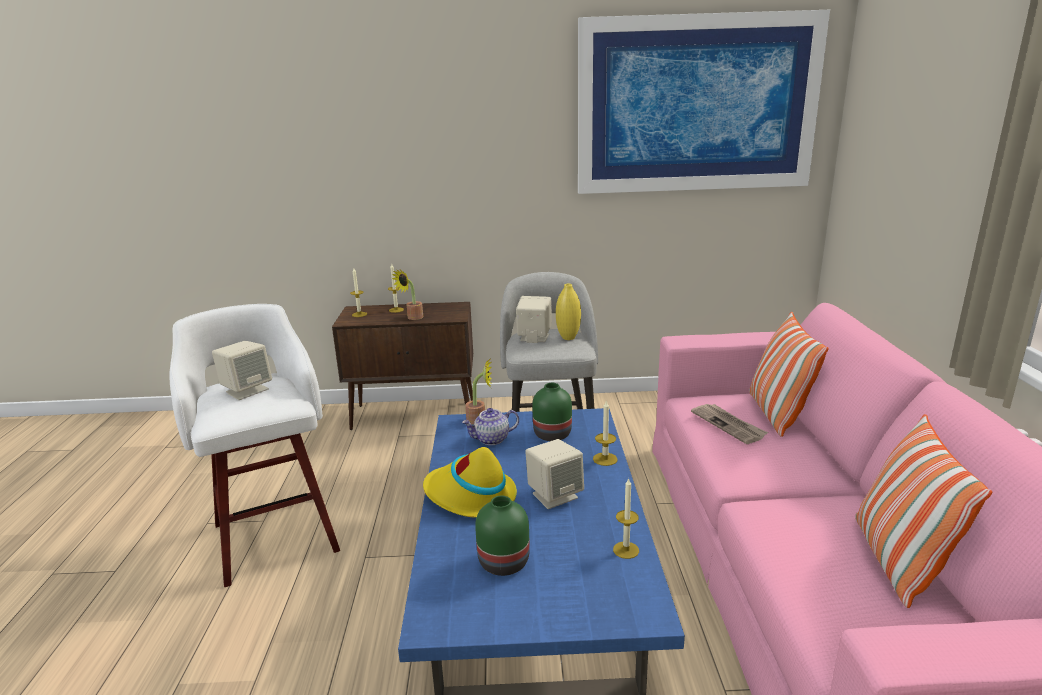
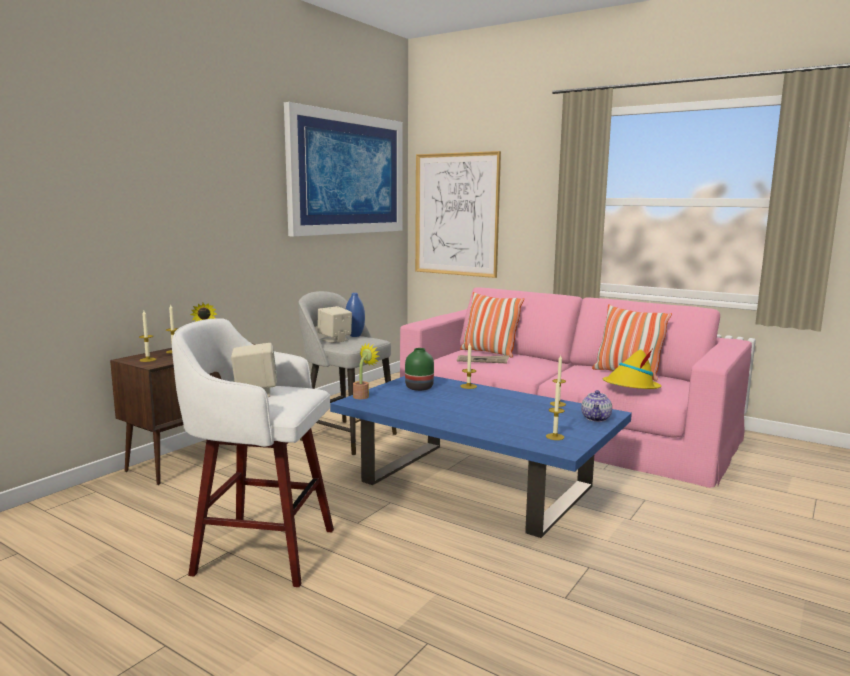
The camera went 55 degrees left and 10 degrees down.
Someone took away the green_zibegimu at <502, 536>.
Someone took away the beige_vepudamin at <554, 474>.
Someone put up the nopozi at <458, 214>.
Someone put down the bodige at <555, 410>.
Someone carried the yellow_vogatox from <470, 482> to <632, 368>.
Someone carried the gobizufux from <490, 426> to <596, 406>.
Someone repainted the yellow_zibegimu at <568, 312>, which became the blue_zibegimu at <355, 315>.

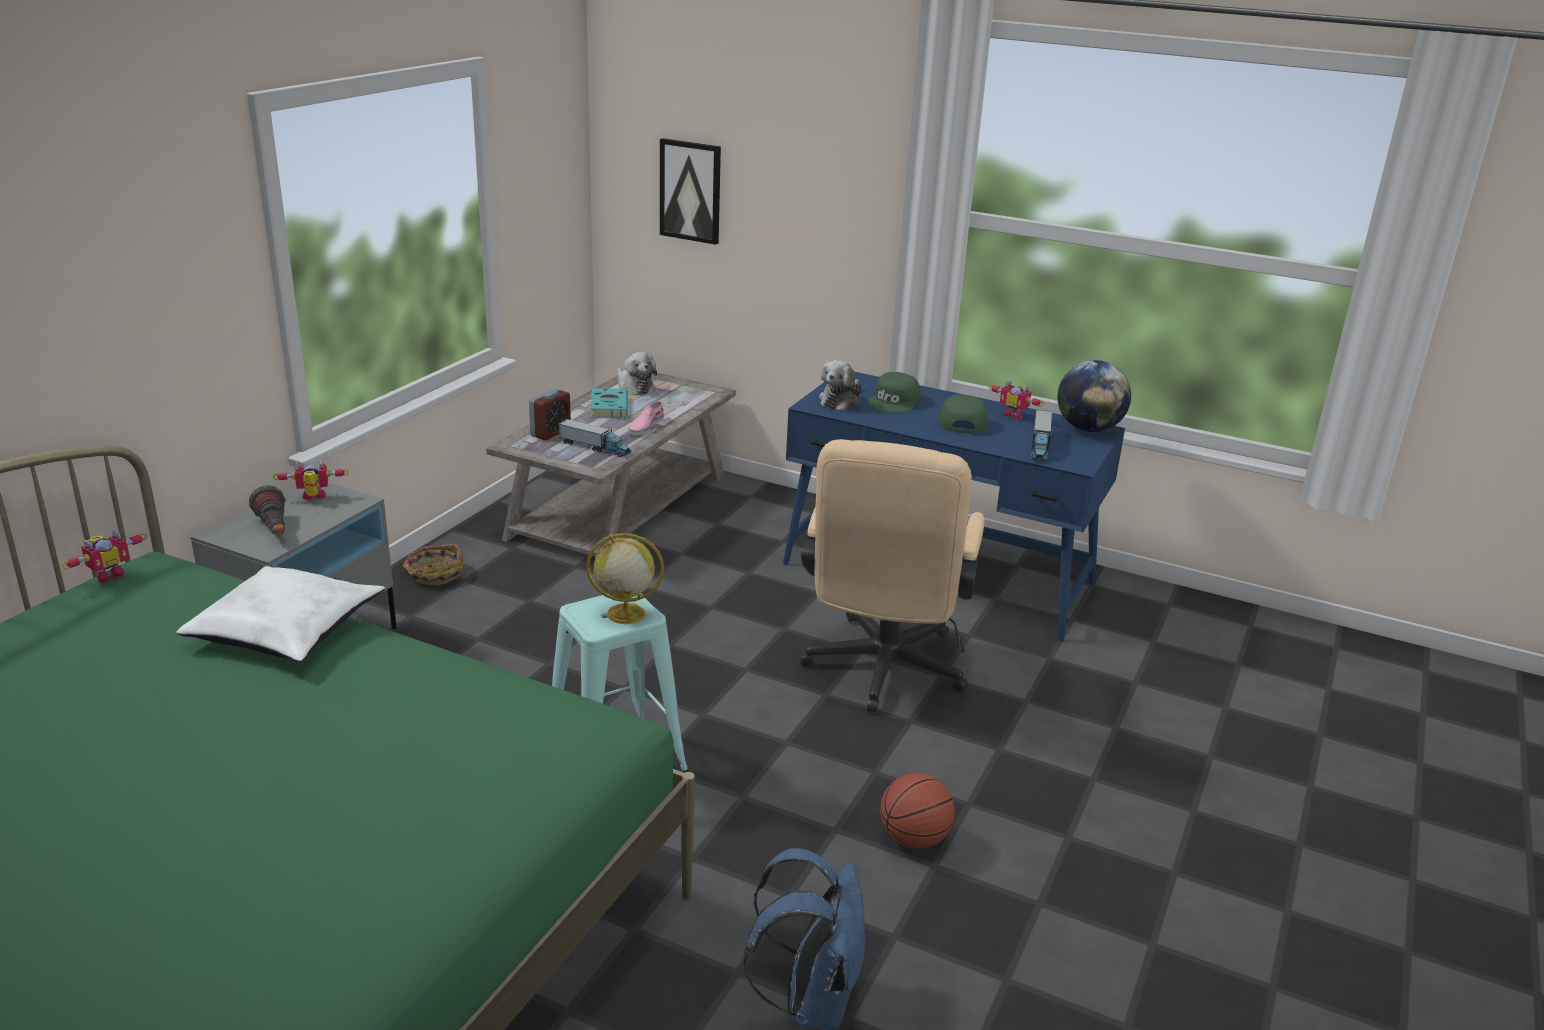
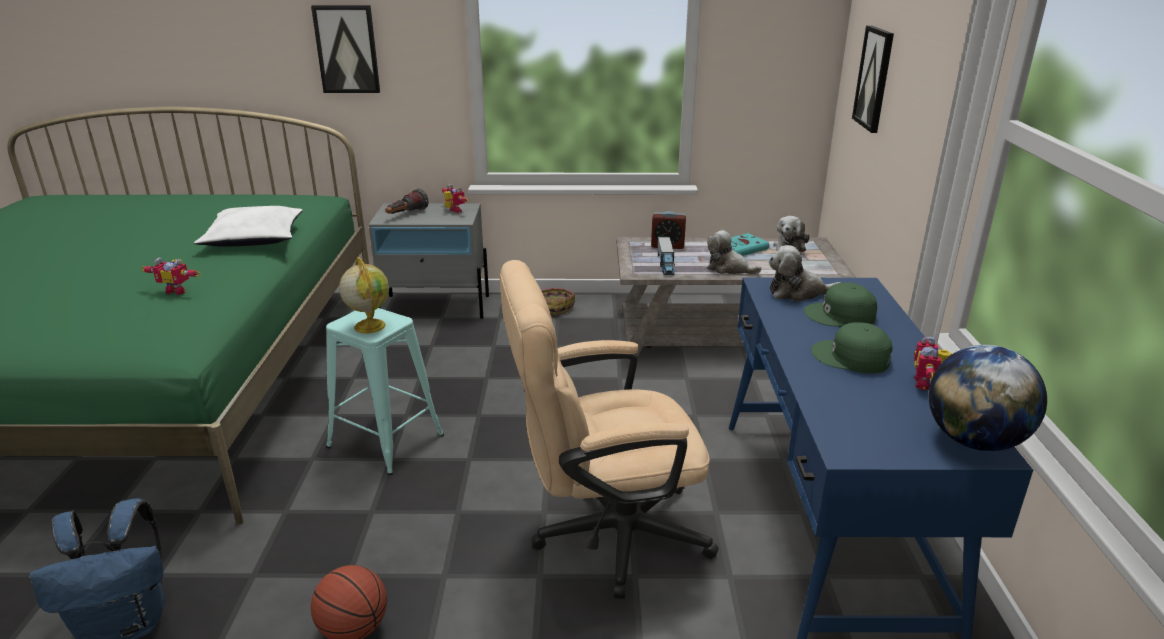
The camera went 65 degrees right and 0 degrees up.
Someone took away the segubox at <1041, 435>.
Someone put up the nopozi at <345, 49>.
Someone carried the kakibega from <104, 556> to <171, 276>.
Someone swapped the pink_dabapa at <646, 418> for the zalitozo at <734, 252>.
Someone rotated the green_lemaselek at <963, 414> by 135 degrees counterclockwise.

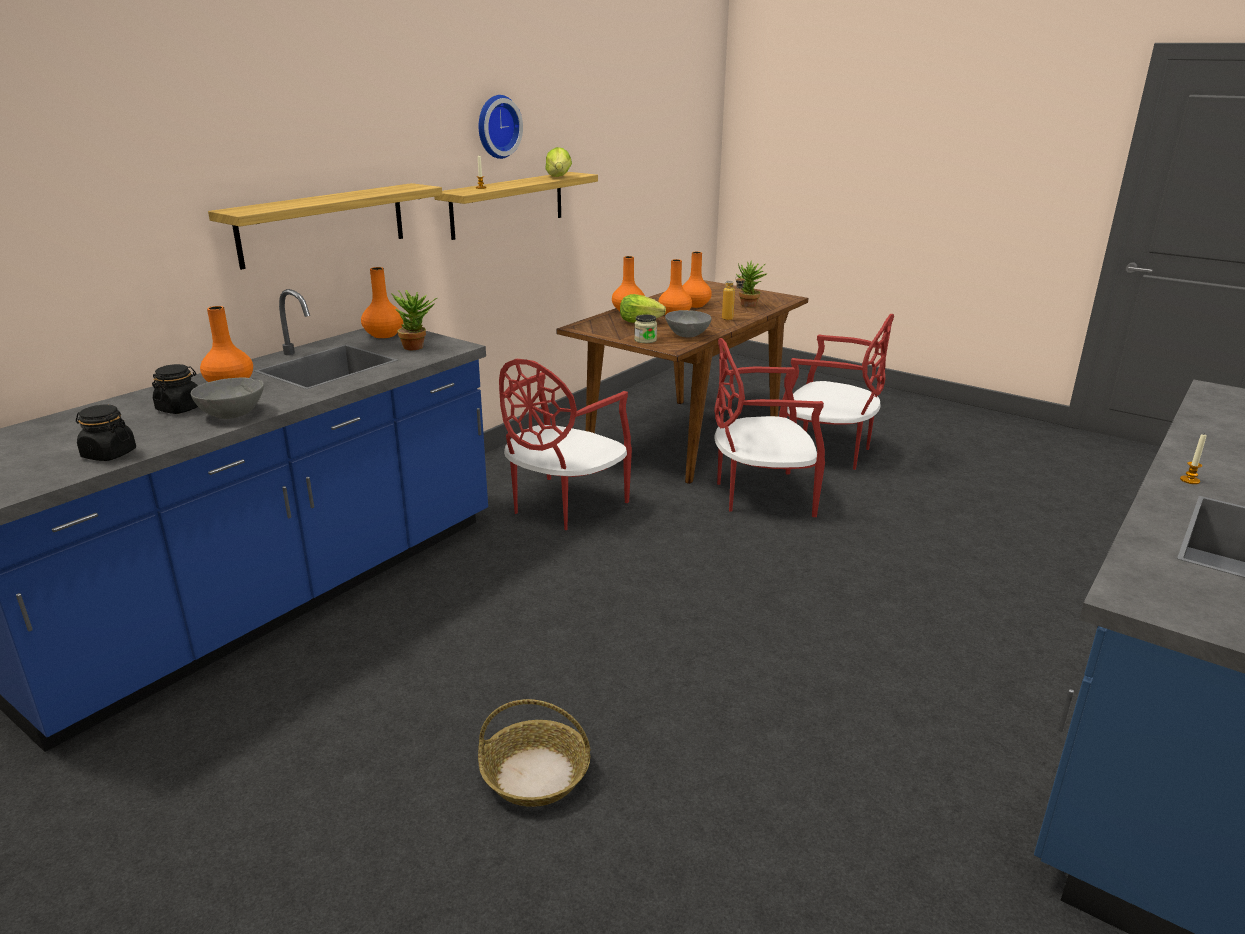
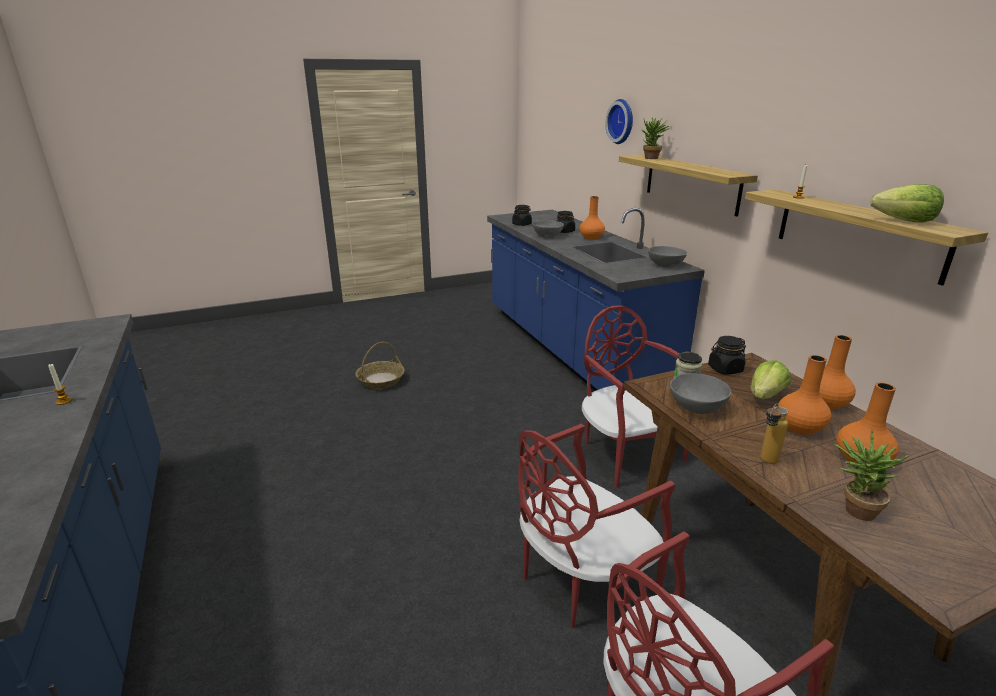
The camera went 120 degrees right and 0 degrees up.
Someone put down the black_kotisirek at <727, 355>.
Someone carried the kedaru from <414, 320> to <655, 138>.
Someone carried the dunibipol from <501, 127> to <619, 121>.
Someone swapped the orange_zibegimu at <382, 302> for the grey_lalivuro at <667, 257>.
Someone rotated the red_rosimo at <769, 427> by 150 degrees counterclockwise.

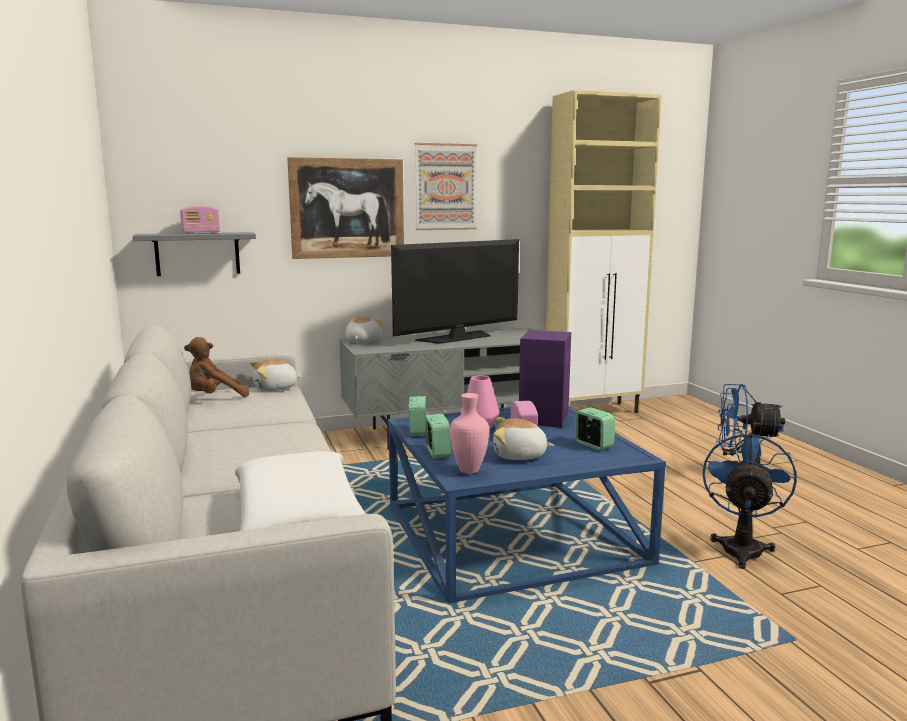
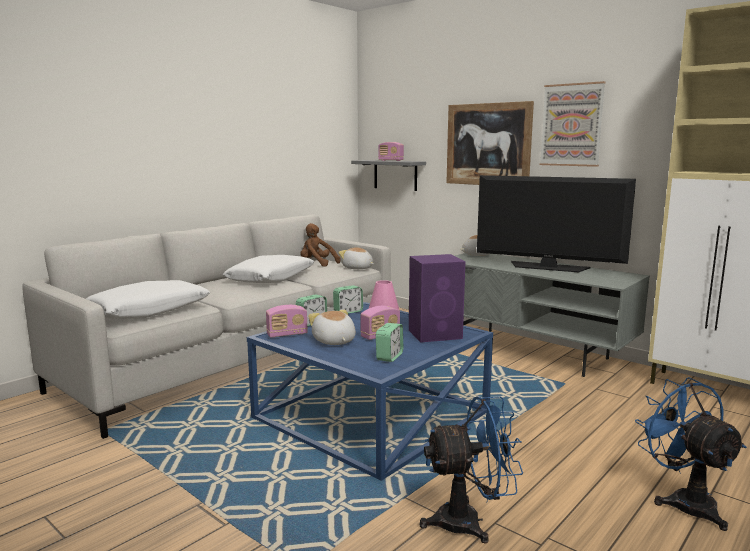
The camera went 60 degrees right and 0 degrees up.
Someone put down the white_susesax at <268, 269>.
Someone swapped the pink_zibegimu at <469, 433> for the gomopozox at <287, 321>.

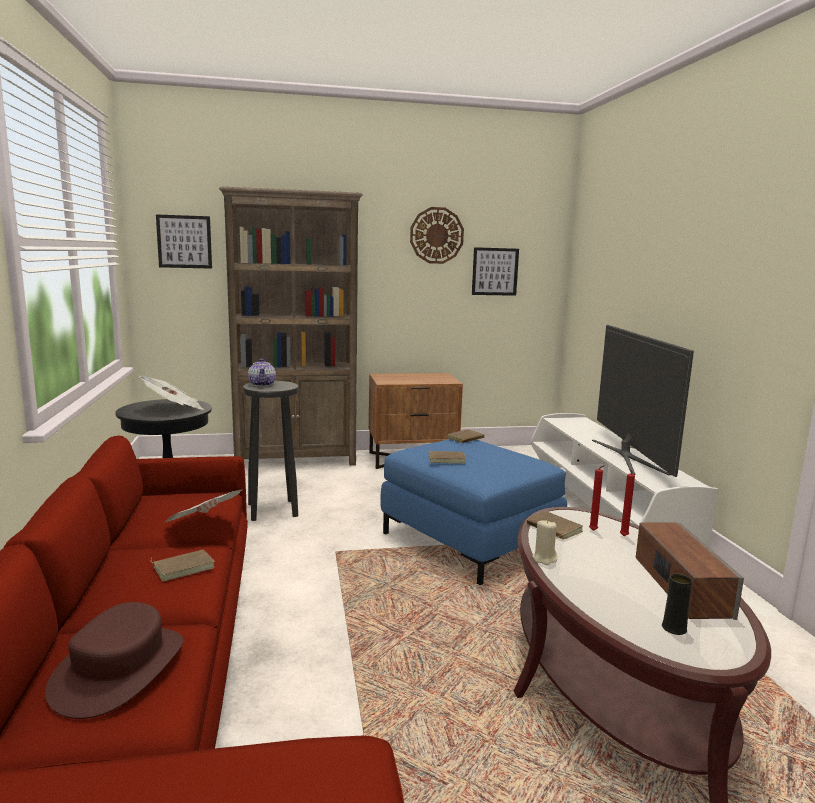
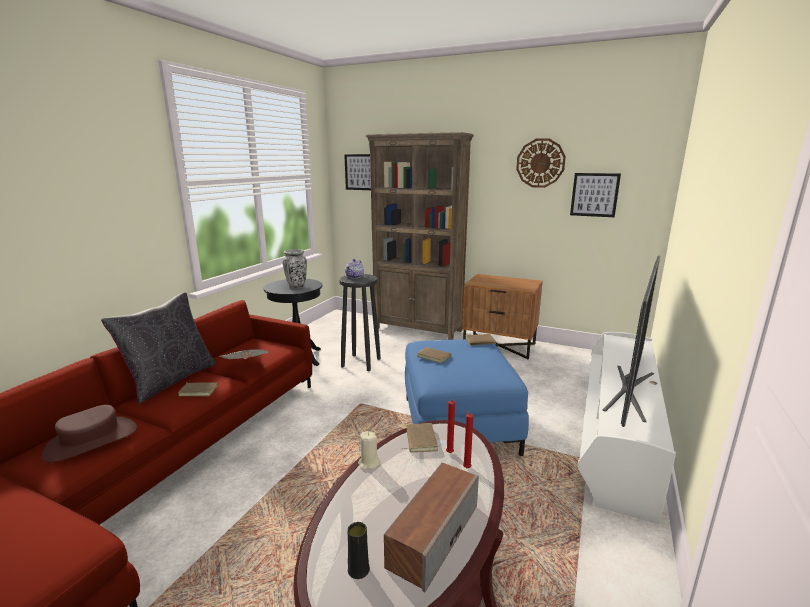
The camera went 35 degrees right and 5 degrees up.
Someone put down the black_susesax at <158, 348>.
Someone swapped the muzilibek at <171, 393> for the zibegimu at <295, 268>.

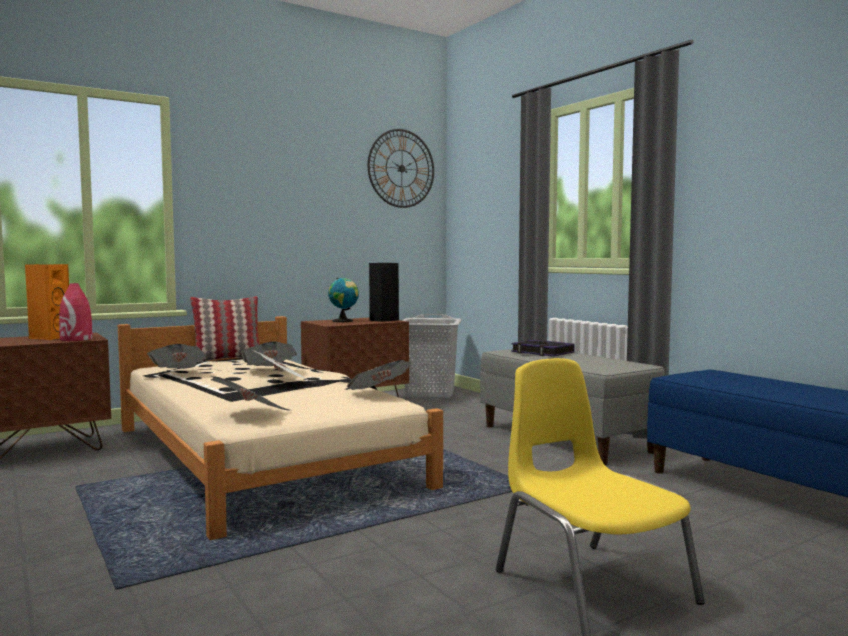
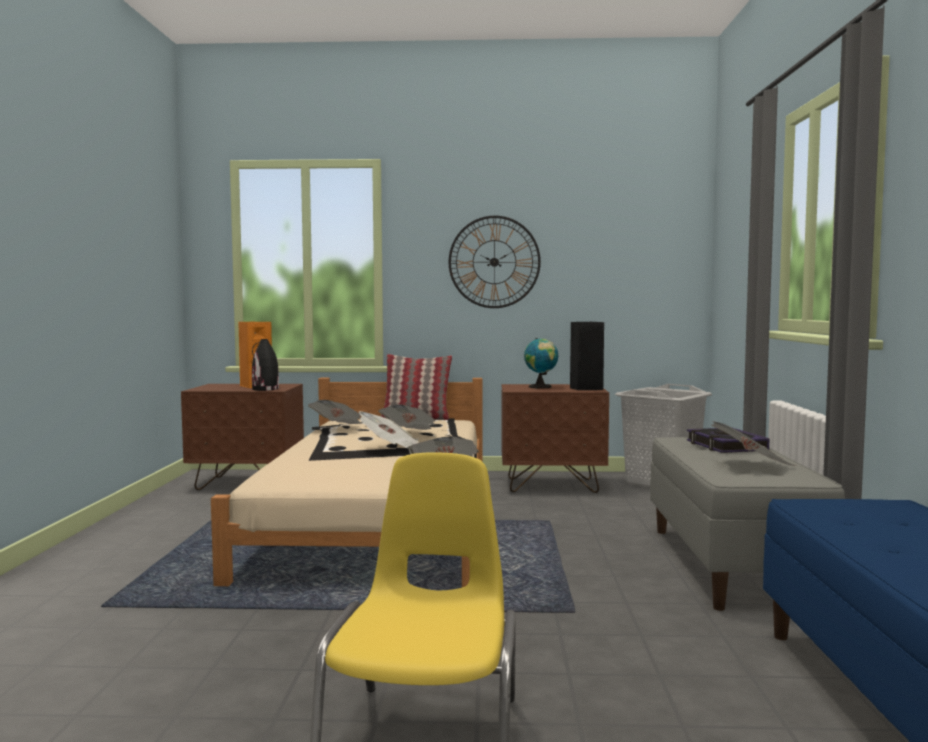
The camera went 35 degrees right and 0 degrees up.
Someone carried the muzilibek from <250, 393> to <753, 444>.
Someone carried the dunibipol from <401, 168> to <495, 262>.
Someone repainted the red_zibegimu at <76, 312>, which became the black_zibegimu at <265, 365>.

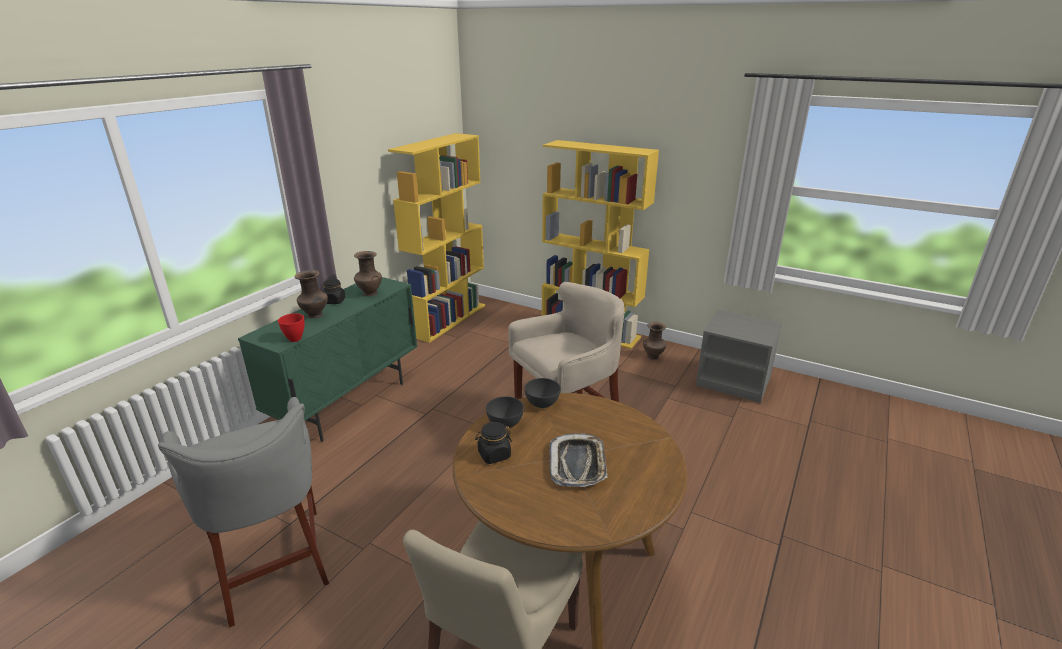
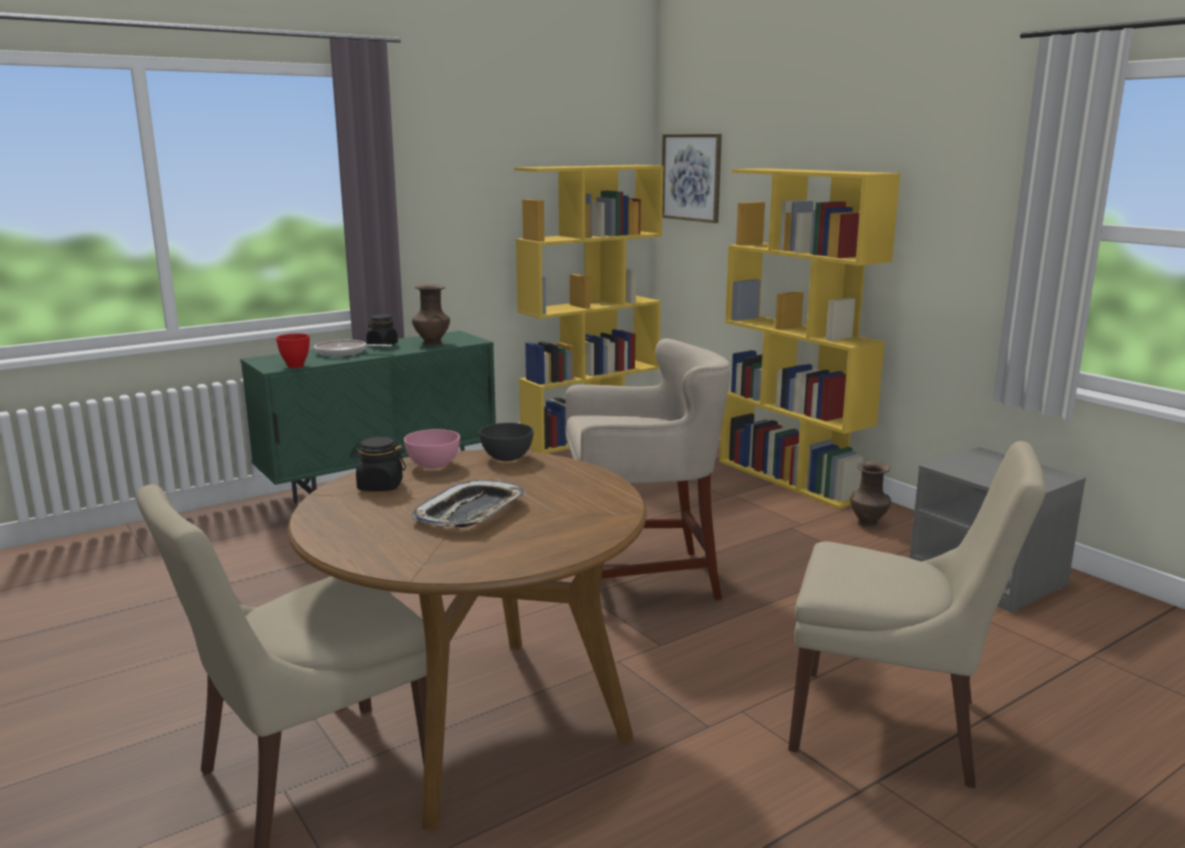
The camera went 25 degrees right and 10 degrees down.
Someone took away the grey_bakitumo at <243, 512>.
Someone put up the nopozi at <692, 178>.
Someone put down the beige_rosimo at <917, 614>.
Someone swapped the brown_zibegimu at <311, 294> for the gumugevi at <353, 348>.
Someone repainted the grey_lalivuro at <505, 412>, which became the pink_lalivuro at <432, 449>.

